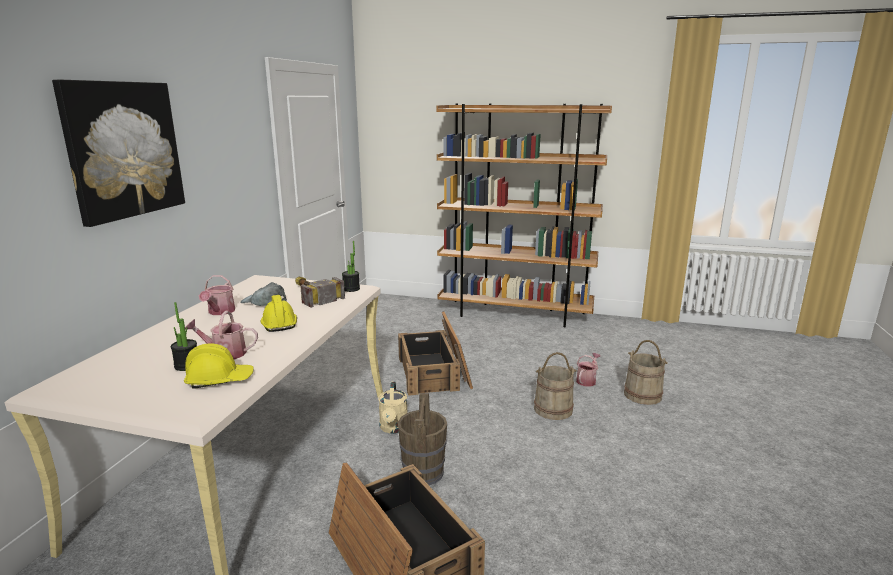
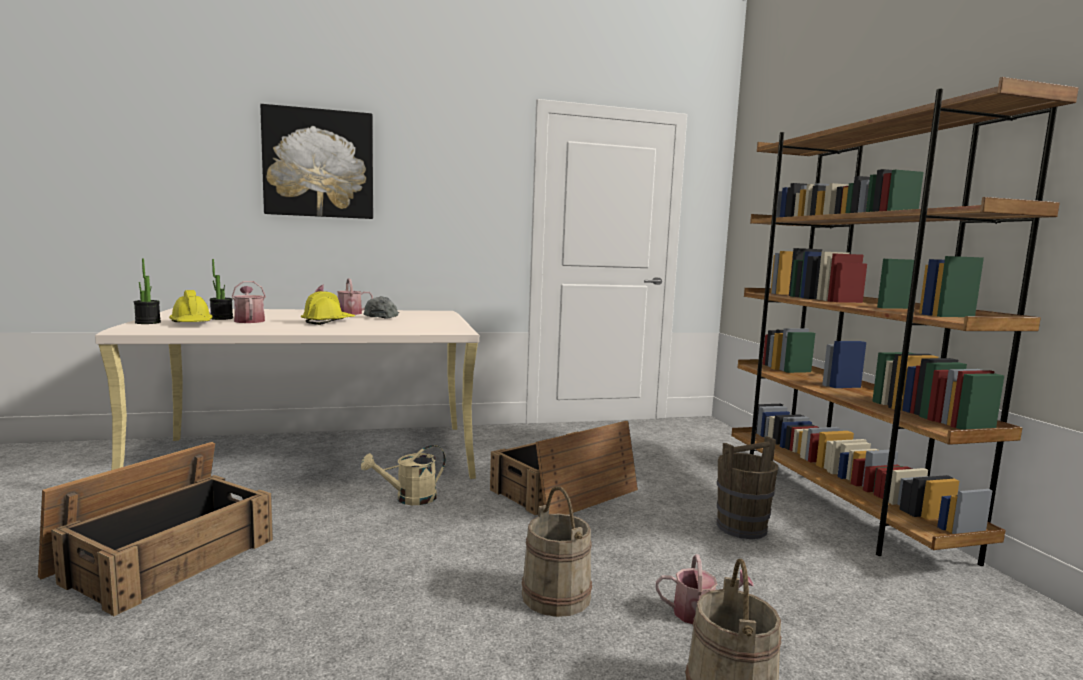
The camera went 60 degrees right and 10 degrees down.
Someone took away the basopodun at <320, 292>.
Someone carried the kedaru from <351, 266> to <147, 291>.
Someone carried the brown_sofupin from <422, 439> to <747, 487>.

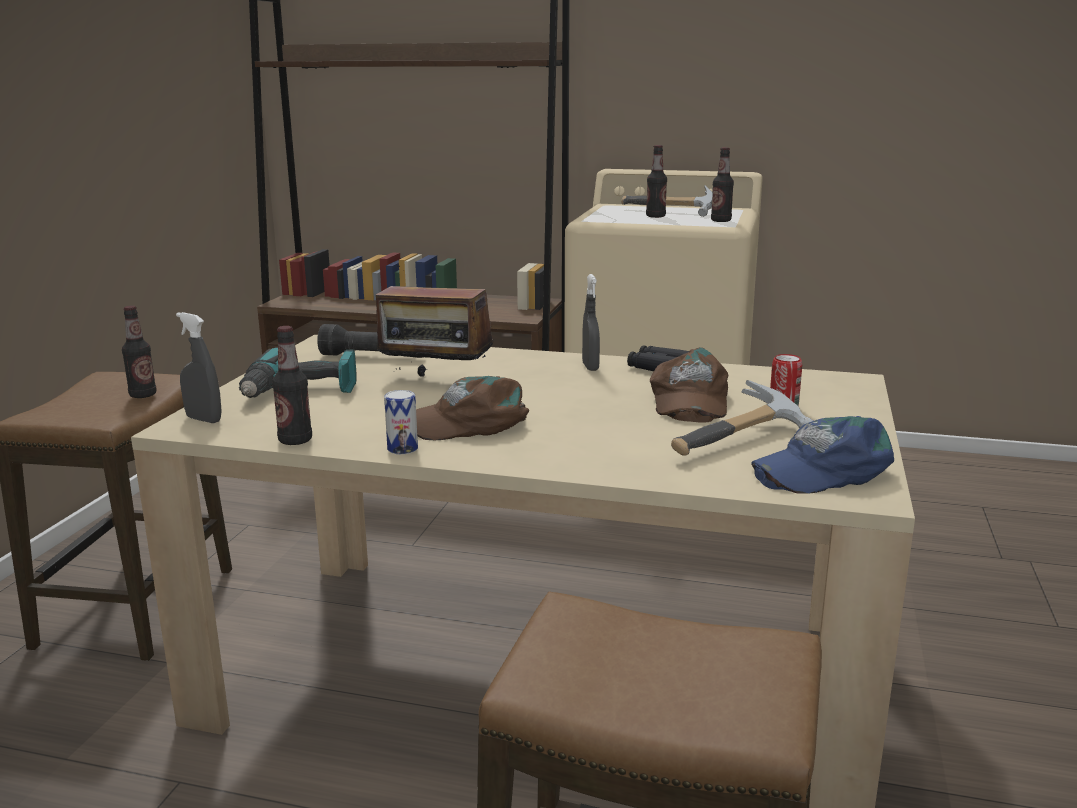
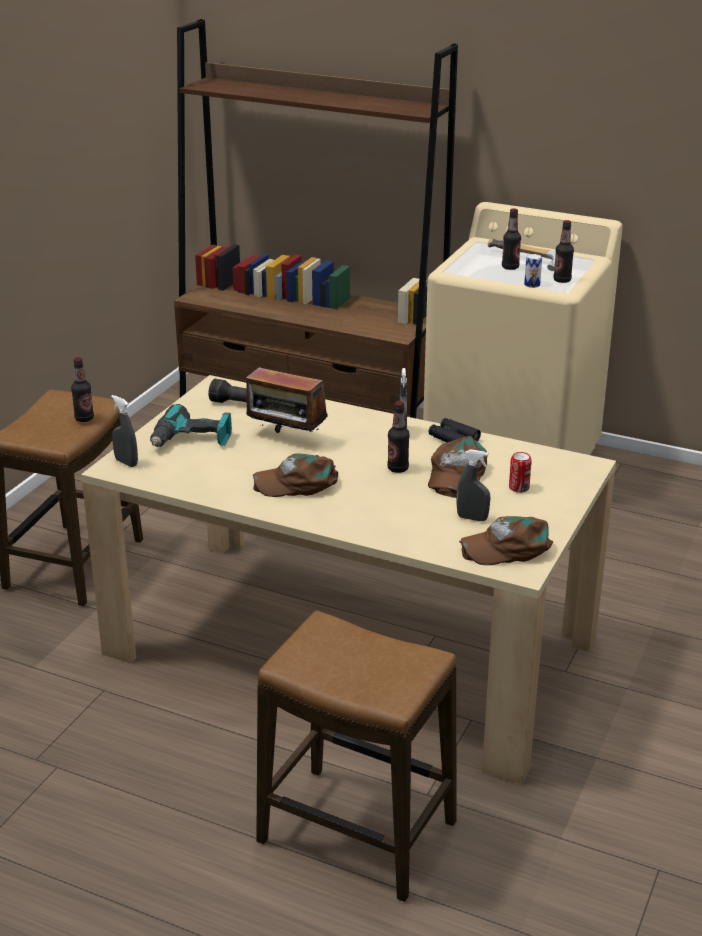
The camera went 10 degrees right and 10 degrees up.
Someone carried the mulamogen from <292, 385> to <398, 437>.
Someone carried the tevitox from <401, 422> to <533, 271>.
Someone swapped the basopodun at <742, 418> for the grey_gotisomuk at <473, 485>.
Someone repainted the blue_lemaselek at <822, 455>, which became the brown_lemaselek at <506, 540>.

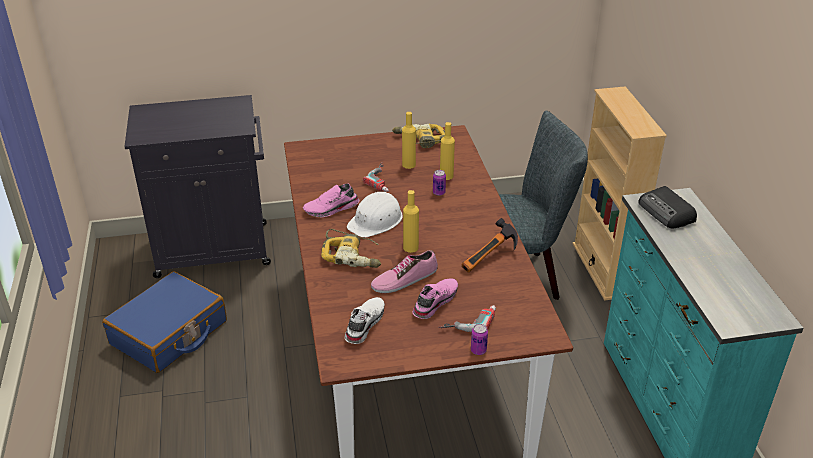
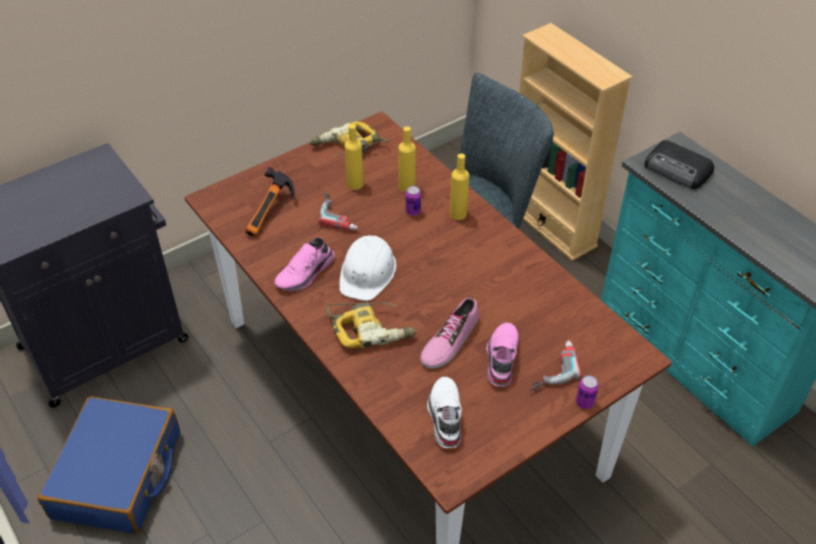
The camera went 25 degrees left and 10 degrees up.
Someone carried the yellow_mulamogen from <411, 221> to <459, 187>.
Someone carried the basopodun from <490, 245> to <270, 202>.

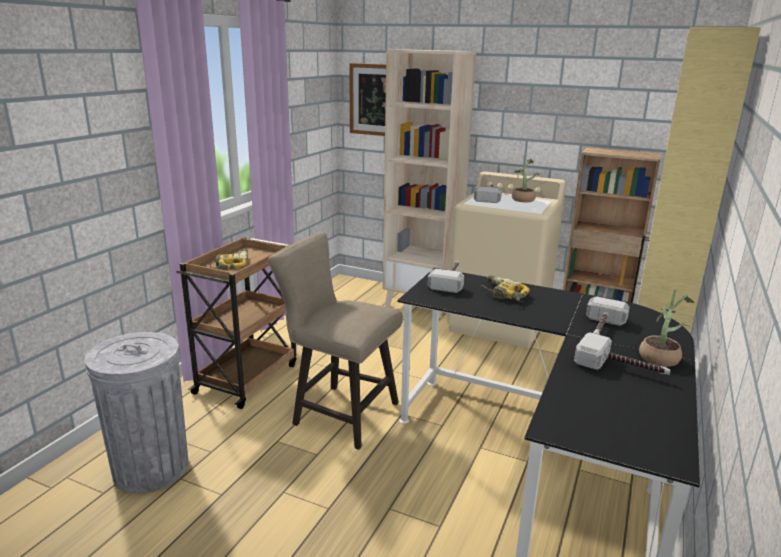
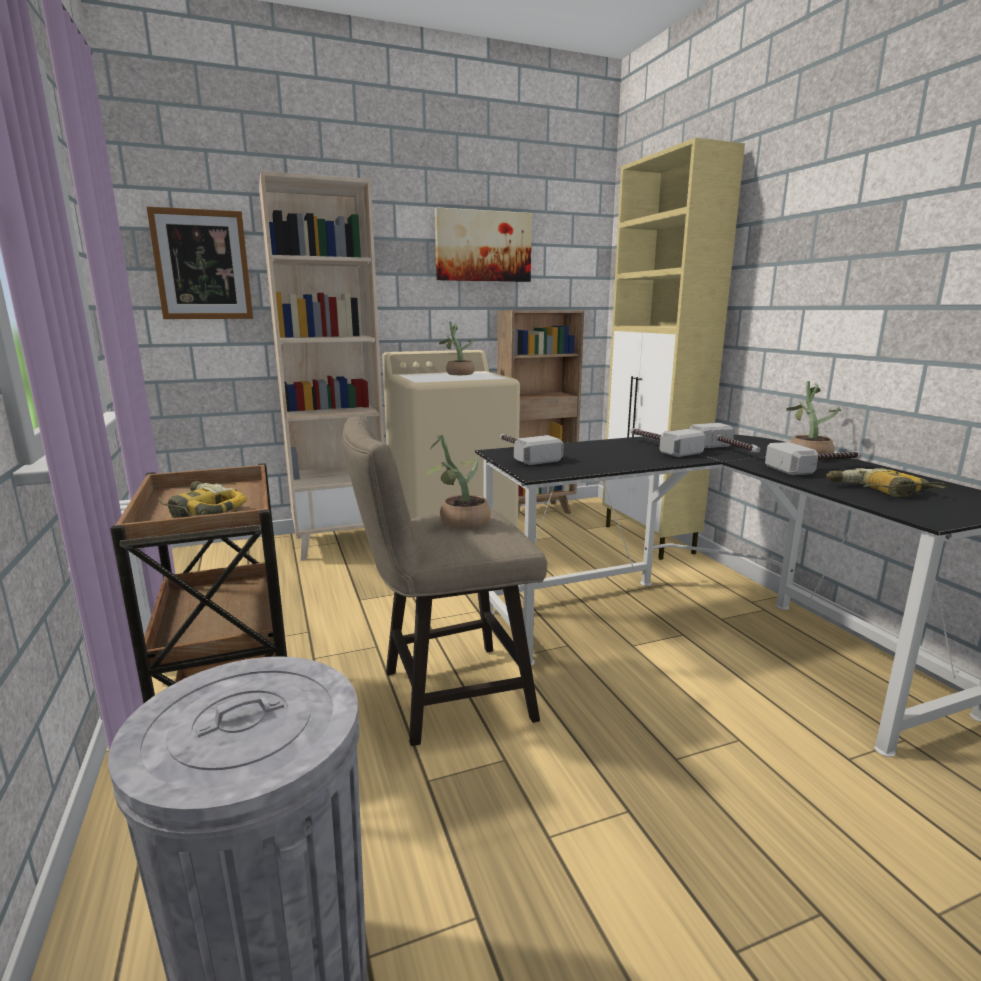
The camera went 45 degrees left and 5 degrees down.
Someone put down the kedaru at <457, 481>.
Someone put up the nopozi at <483, 244>.
Someone carried the basopodun from <488, 193> to <667, 442>.
Someone carried the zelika from <505, 288> to <887, 482>.

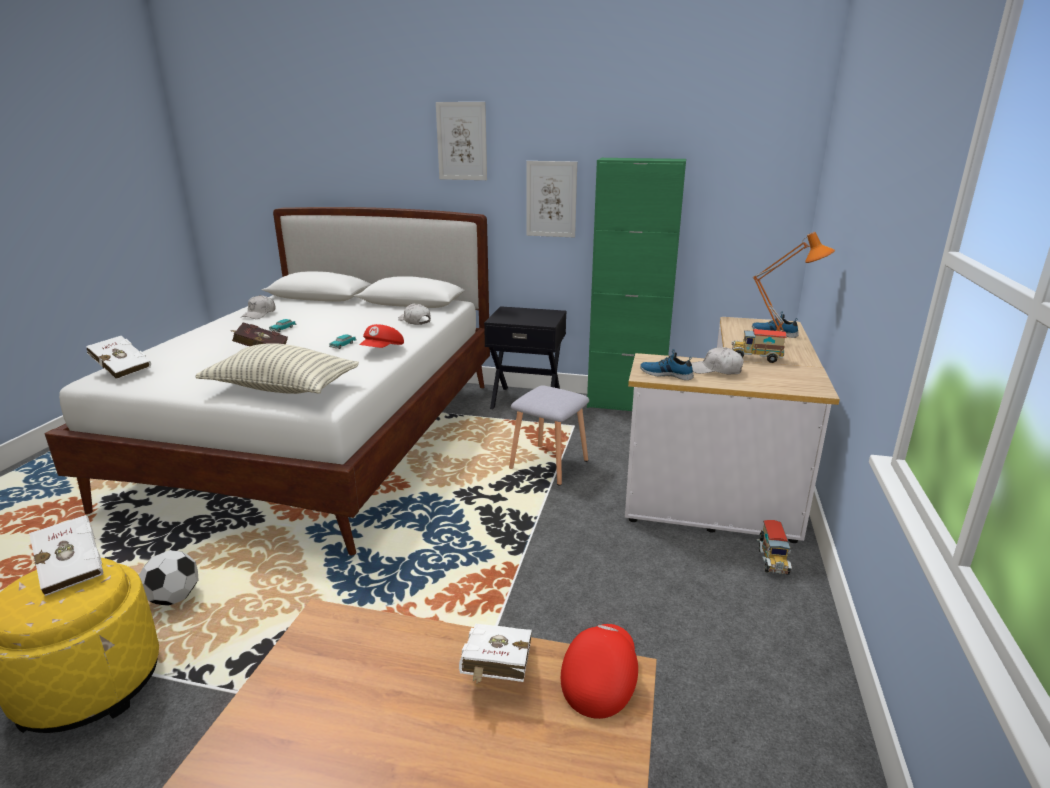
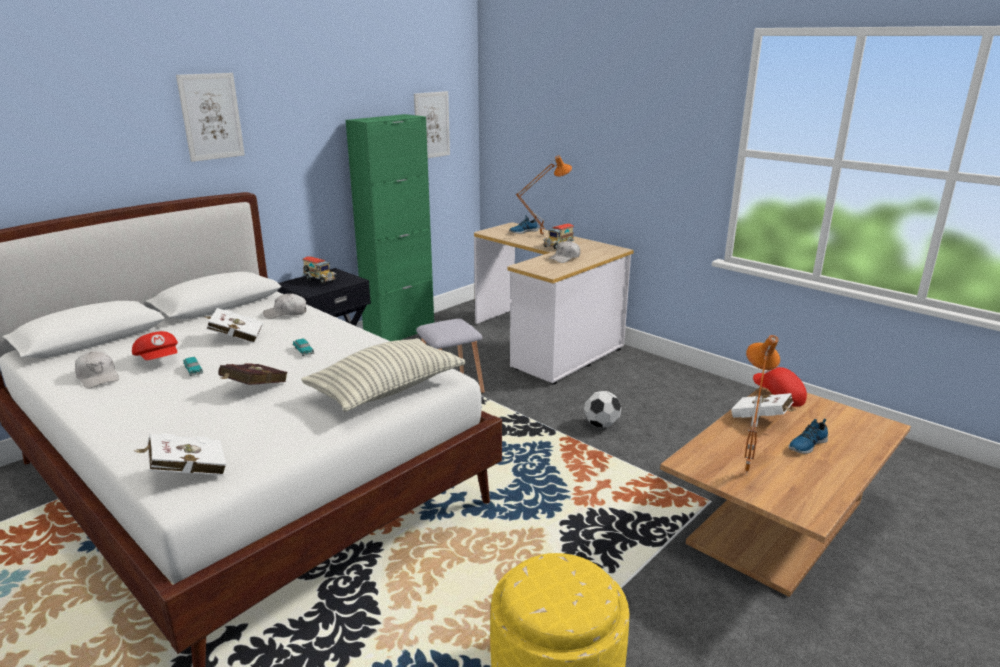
The camera went 60 degrees left and 0 degrees up.
Someone put down the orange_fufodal at <762, 405>.
Someone carried the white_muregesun from <66, 555> to <233, 325>.
Someone carried the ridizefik from <169, 578> to <602, 409>.
Someone carried the red_lemaselek from <382, 336> to <155, 345>.
Someone carried the nopozi from <551, 199> to <432, 124>.
Someone carried the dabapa from <667, 364> to <808, 436>.
Someone carried the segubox from <774, 547> to <319, 270>.

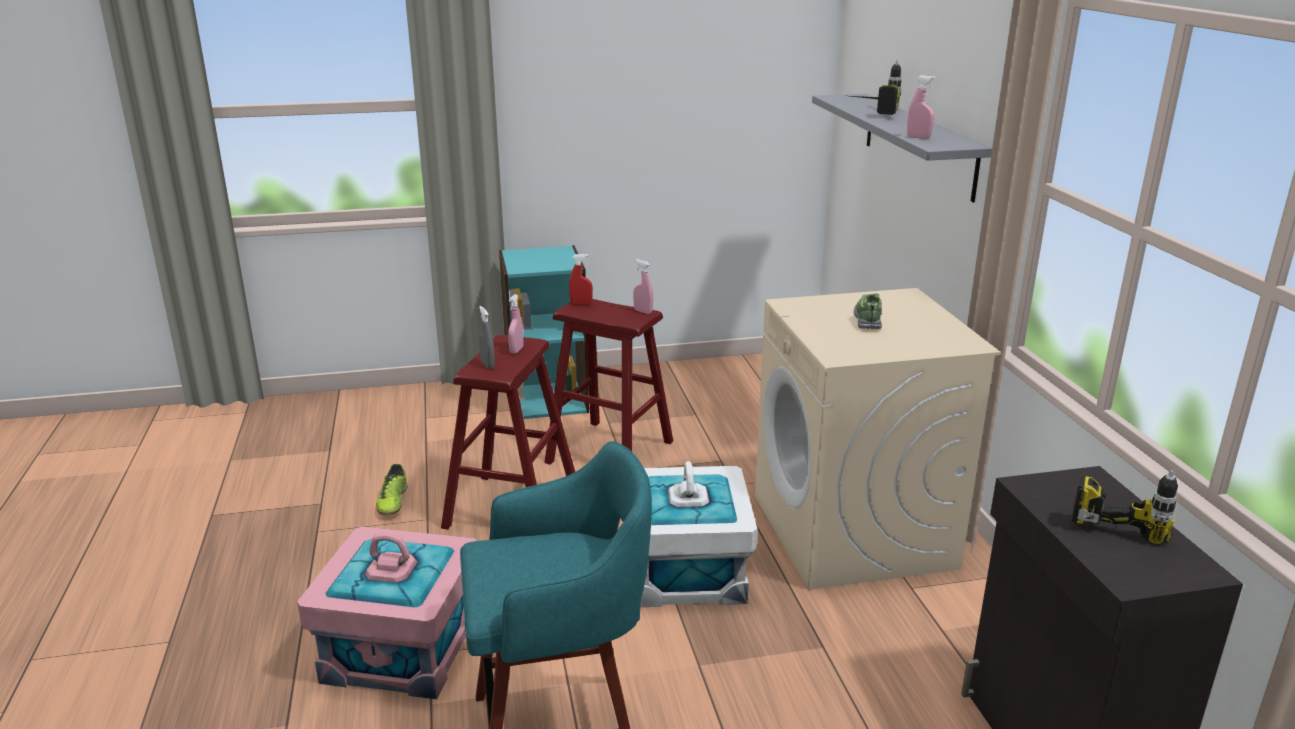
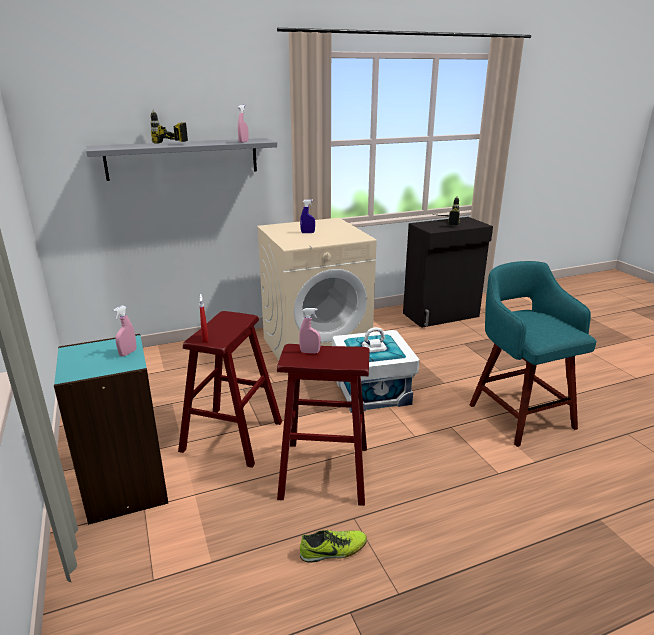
The camera went 100 degrees left and 0 degrees up.
Someone took away the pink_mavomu at <387, 612>.
Someone took away the grey_gotisomuk at <487, 337>.
Someone carried the pink_gotisomuk from <643, 286> to <124, 331>.
Someone swapped the dabapa at <868, 311> for the blue_gotisomuk at <307, 216>.

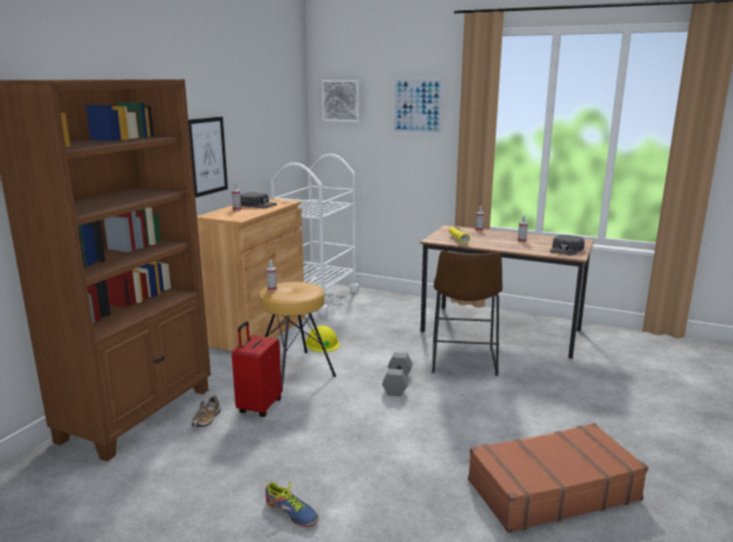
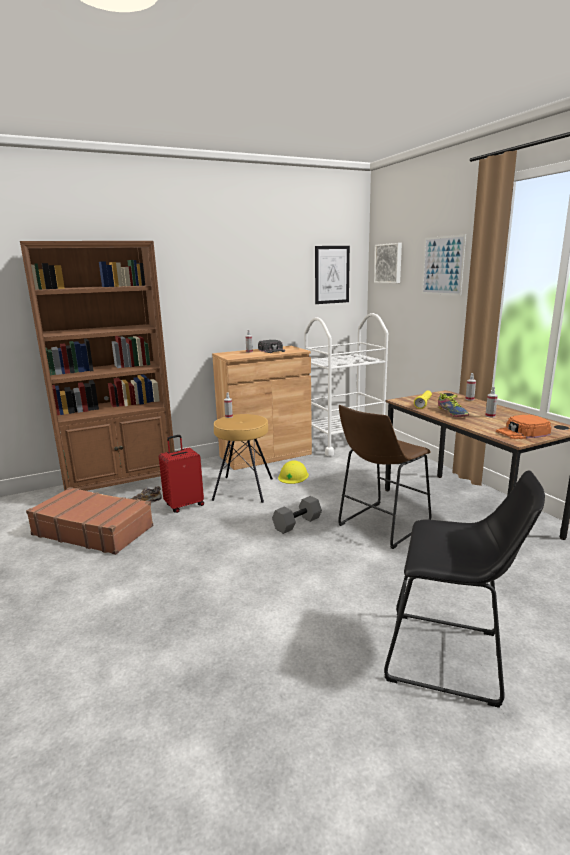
The camera went 40 degrees right and 0 degrees up.
Someone put down the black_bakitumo at <464, 589>.
Someone carried the nopozi from <208, 157> to <332, 275>.
Someone carried the dabapa from <291, 504> to <453, 405>.
Someone carried the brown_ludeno from <558, 478> to <89, 521>.
Someone repainted the black_lemaselek at <567, 245>, which became the orange_lemaselek at <524, 427>.

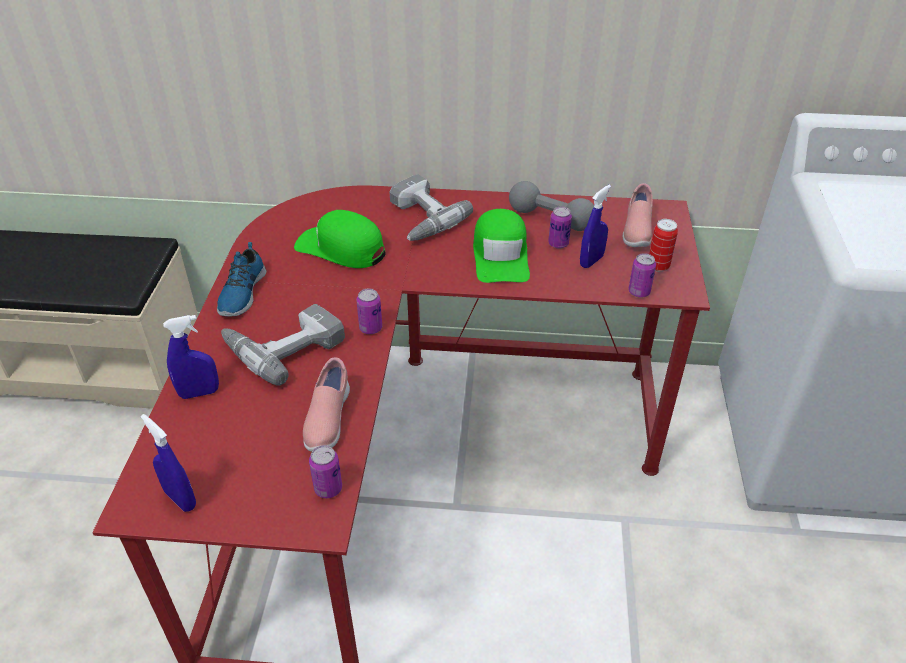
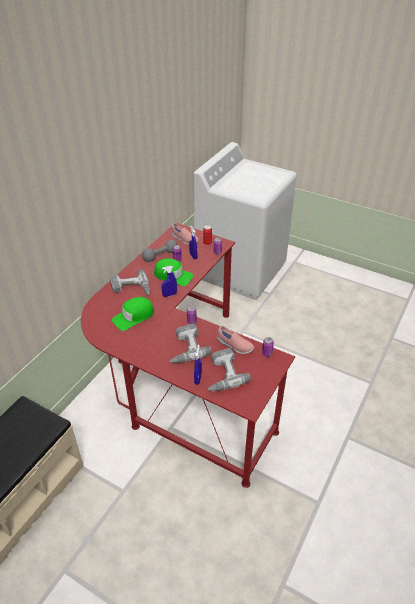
The camera went 65 degrees left and 0 degrees up.
Someone took away the dabapa at <241, 279>.
Someone put down the zelika at <229, 369>.
Someone carried the blue_gotisomuk from <168, 463> to <169, 281>.

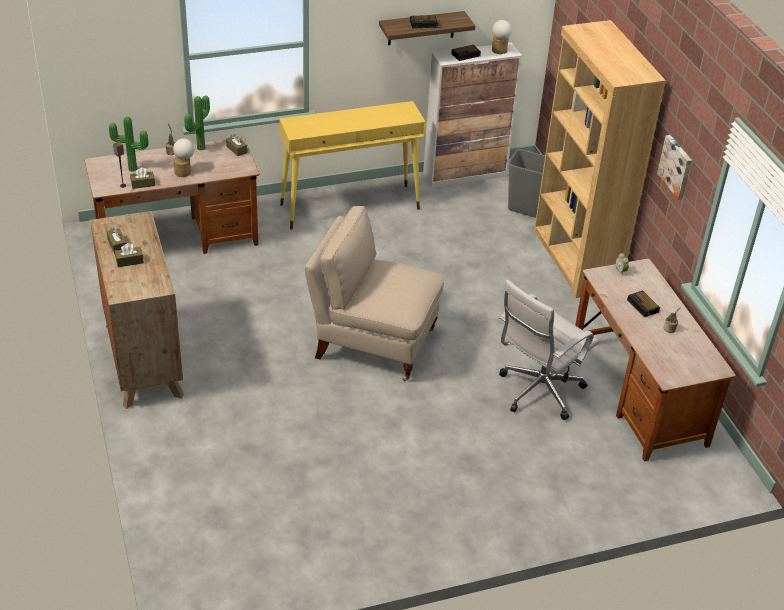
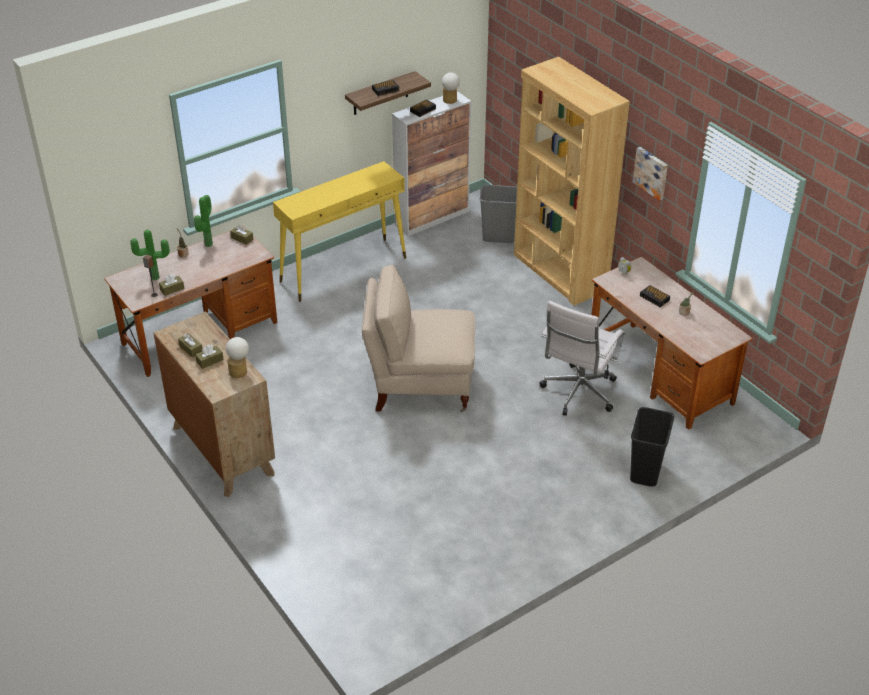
The camera went 15 degrees left and 0 degrees up.
Someone put down the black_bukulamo at <652, 447>.
Someone carried the fufodal from <183, 157> to <237, 357>.

